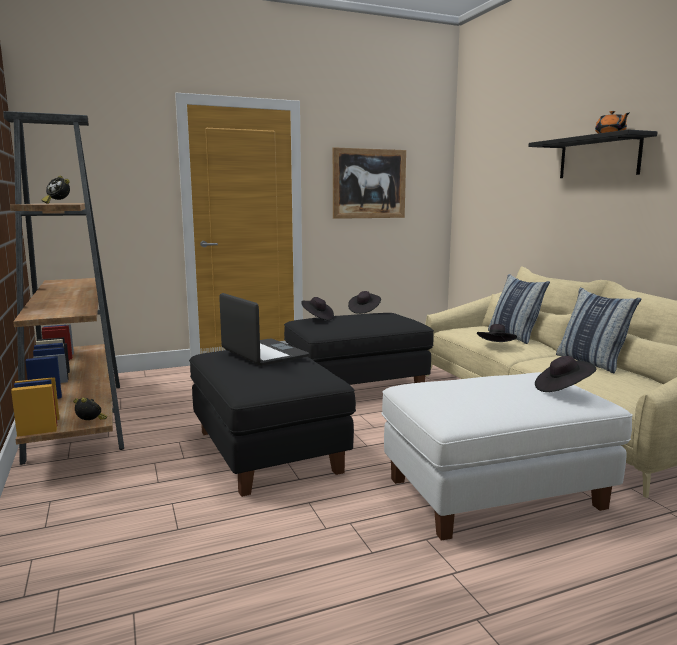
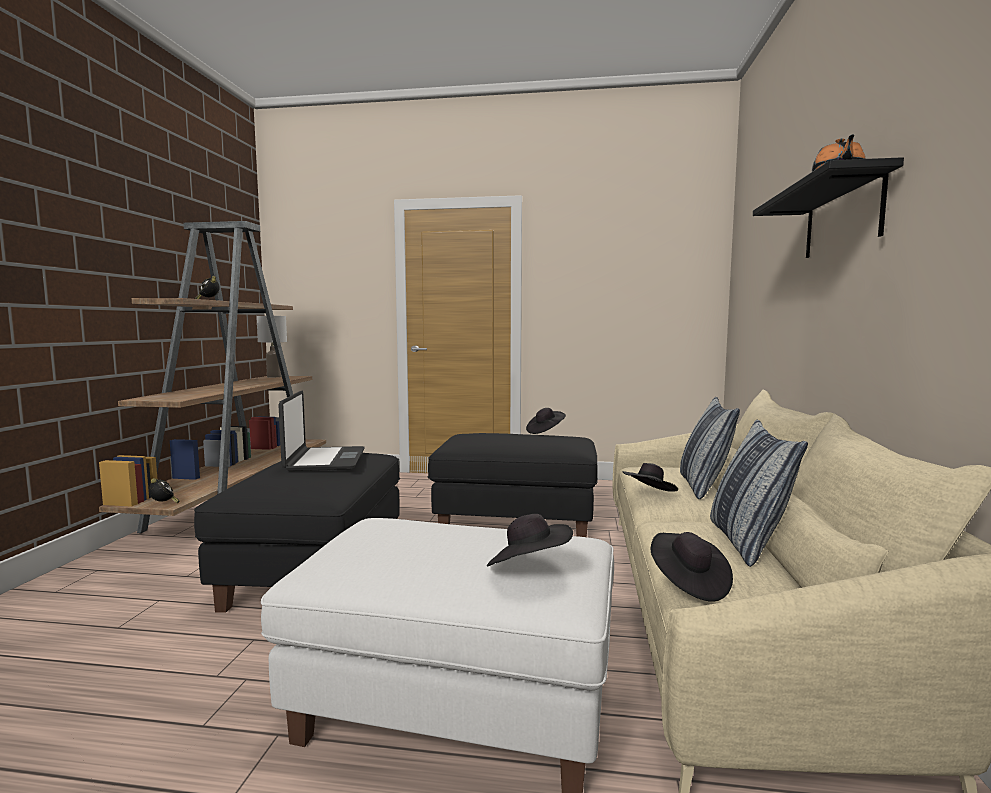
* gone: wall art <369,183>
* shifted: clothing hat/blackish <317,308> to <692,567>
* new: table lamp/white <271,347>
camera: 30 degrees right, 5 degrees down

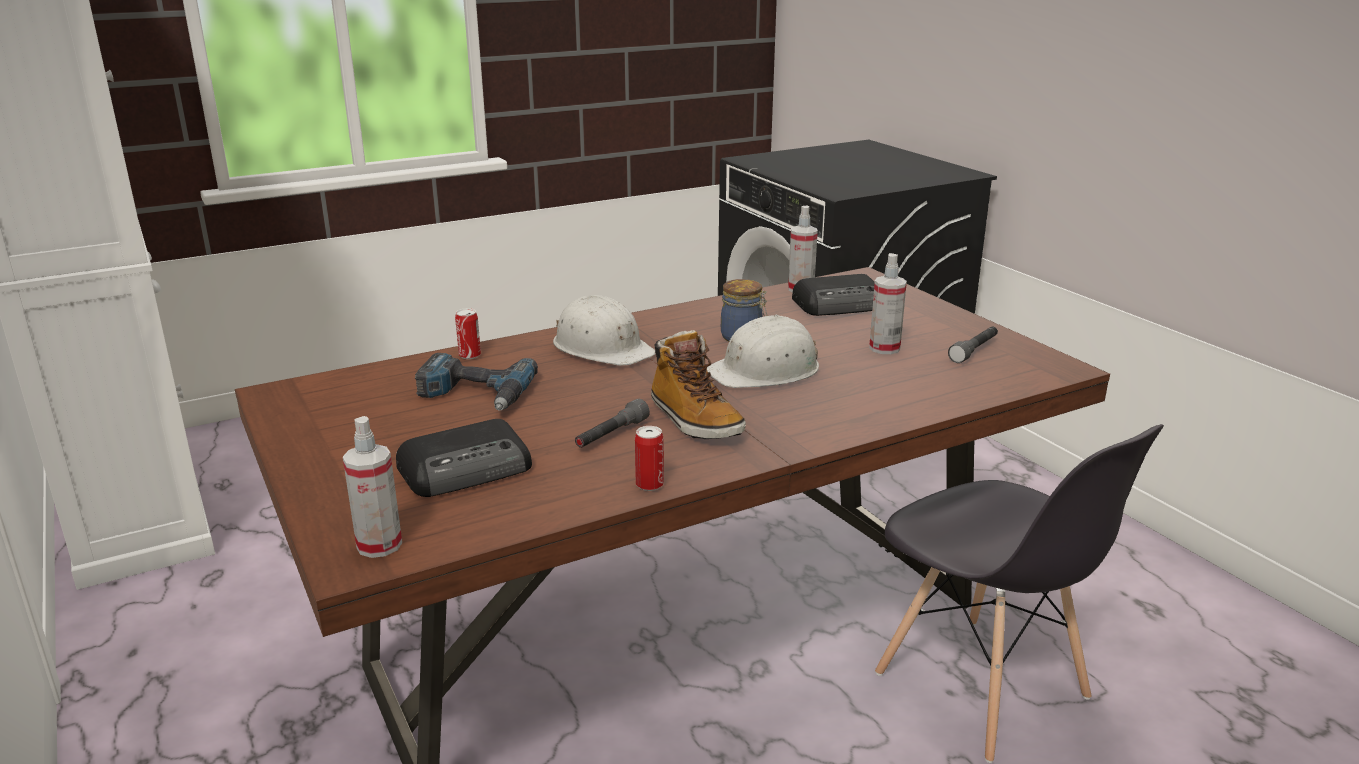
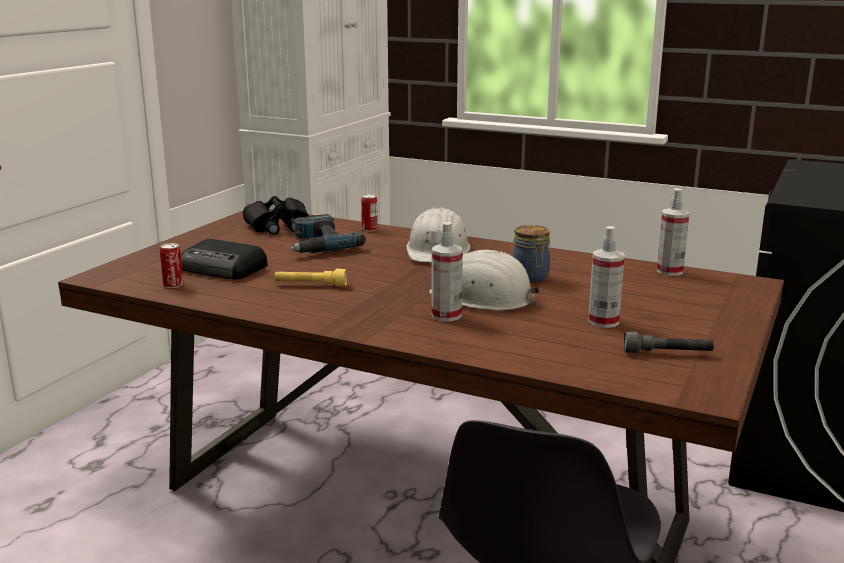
* gone: radio receiver <833,295>
* gone: boot <698,384>
* repainted: flashlight/grey <612,423> to flashlight/yellowish <311,277>
* shifted: hand sprayer <372,487> to <447,272>
* shifted: sealed can <649,458> to <171,265>
* new: field glasses/blackish <276,215>
camera: 55 degrees right, 5 degrees down

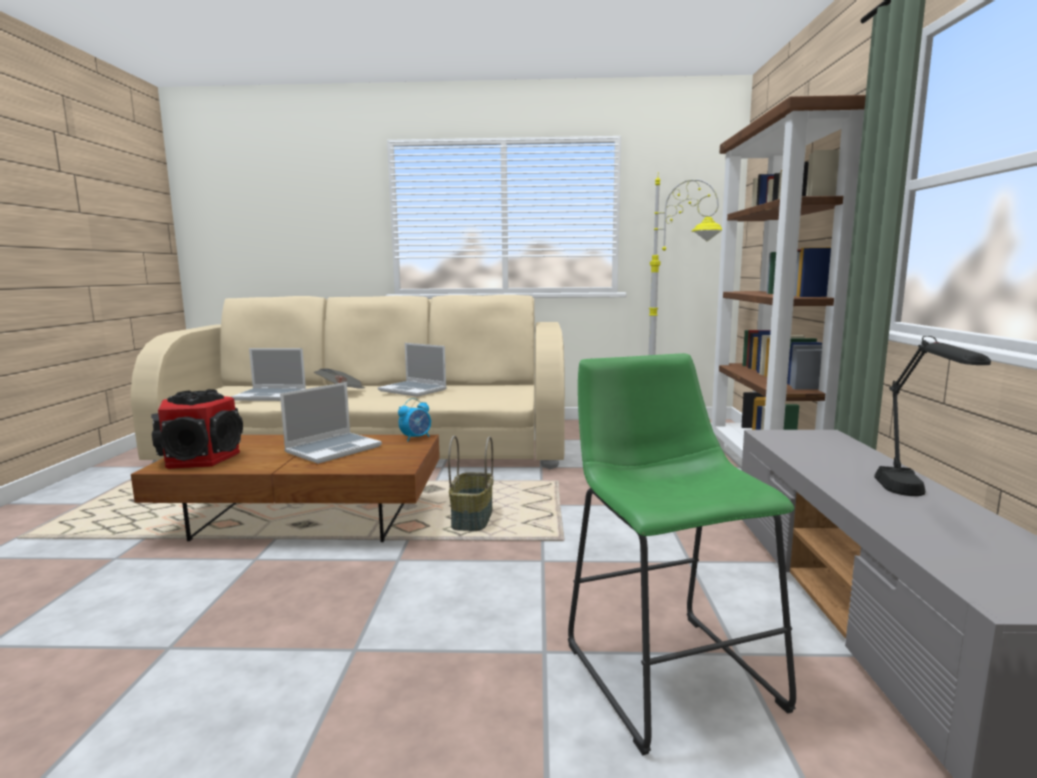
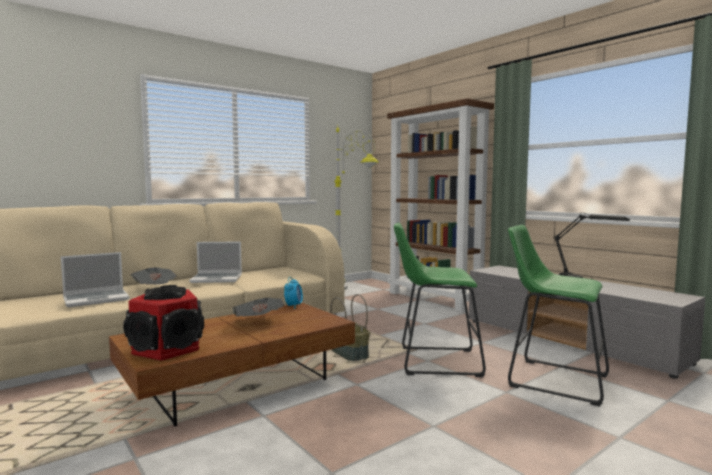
* swapped: notebook computer <331,423> to daily paper <258,307>
* new: sitting stool/greenish <440,299>
camera: 40 degrees left, 5 degrees down

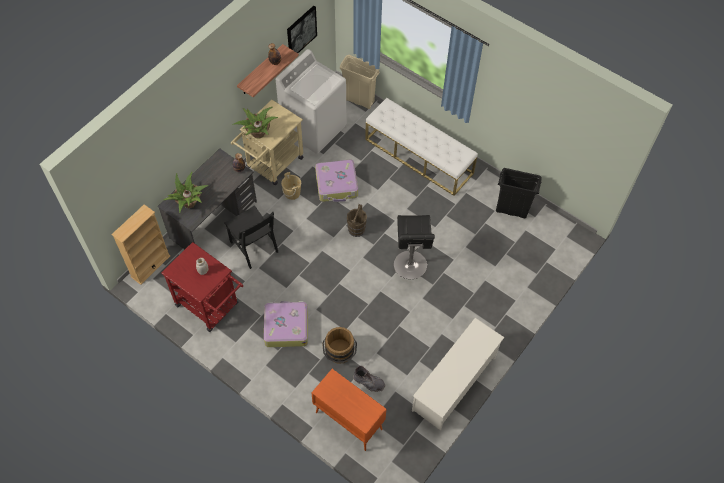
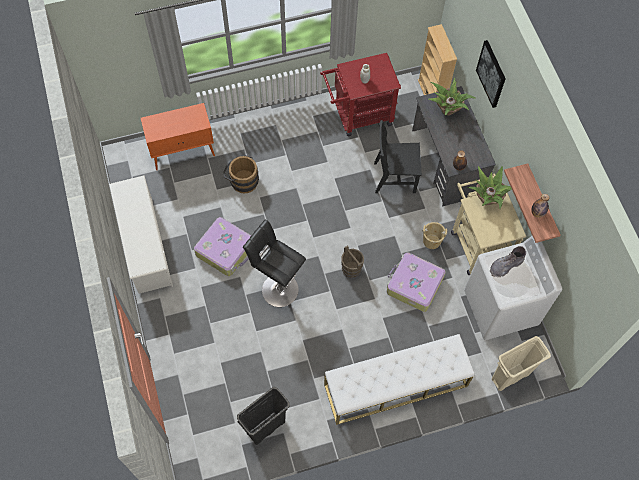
* shifted: wall art <302,29> to <491,74>
* shifted: travel case <286,324> to <222,246>
* shifted: boot/grey <369,379> to <508,261>
camera: 125 degrees right, 5 degrees up

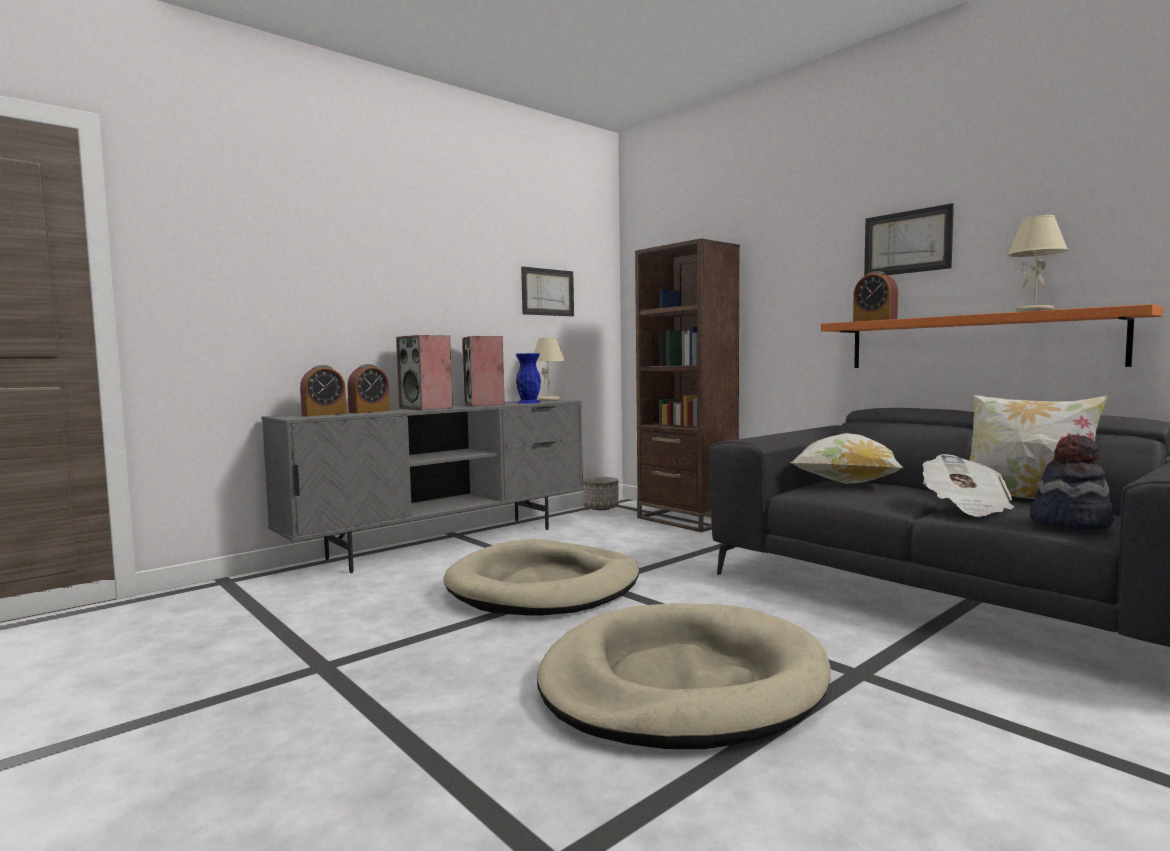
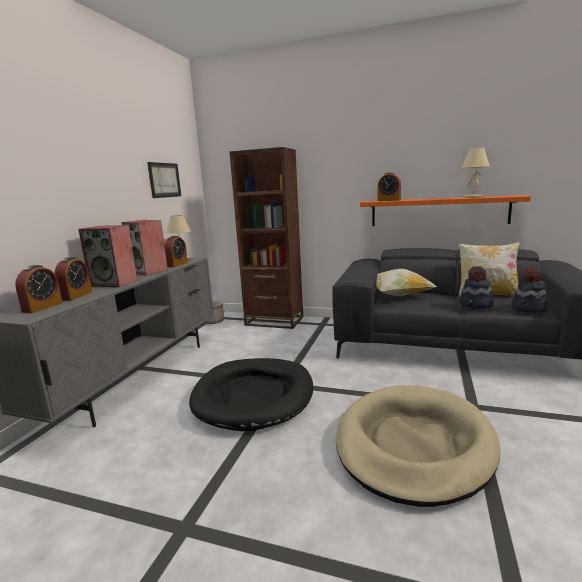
* gone: wall art <909,239>
* swapped: vase/blue <528,378> to alarm clock <176,251>
* swapped: daily paper <968,485> to clothing hat <476,287>
* repainted: dog cushion/beige <541,577> to dog cushion/blackish <251,394>
camera: 30 degrees left, 10 degrees up

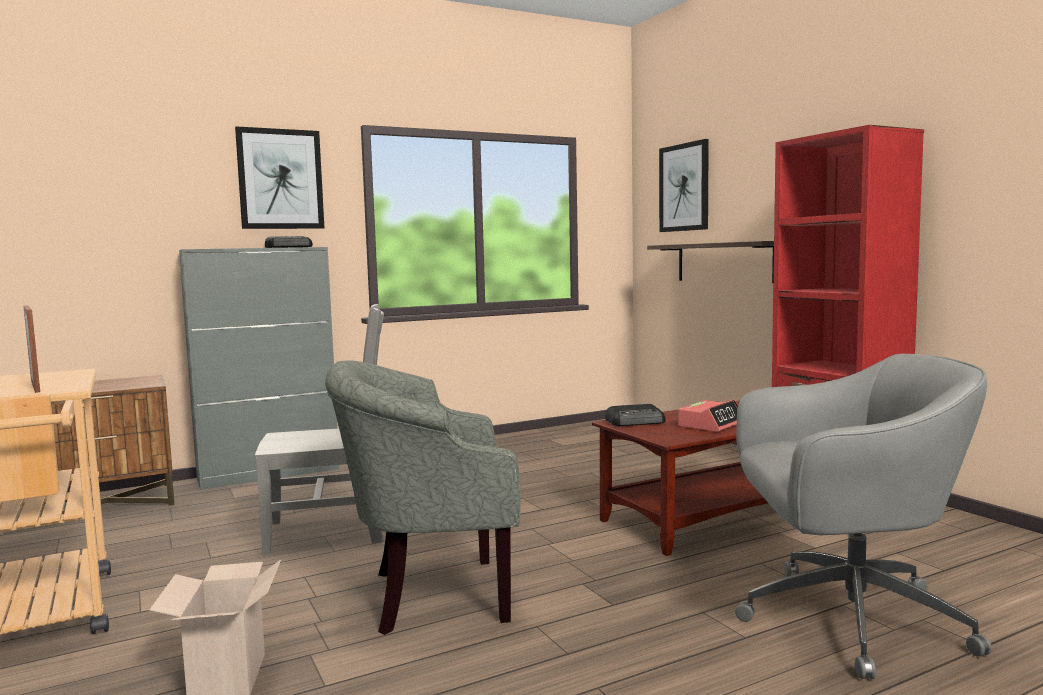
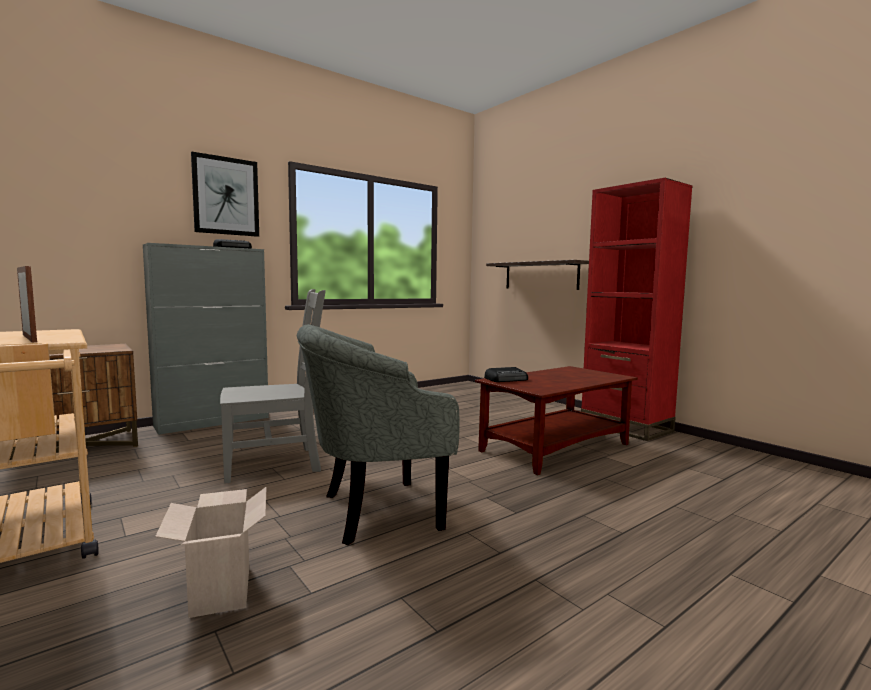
* gone: wall art <684,185>
* gone: desk chair/grey <863,516>
* gone: alarm clock <708,415>
camera: 10 degrees left, 0 degrees up

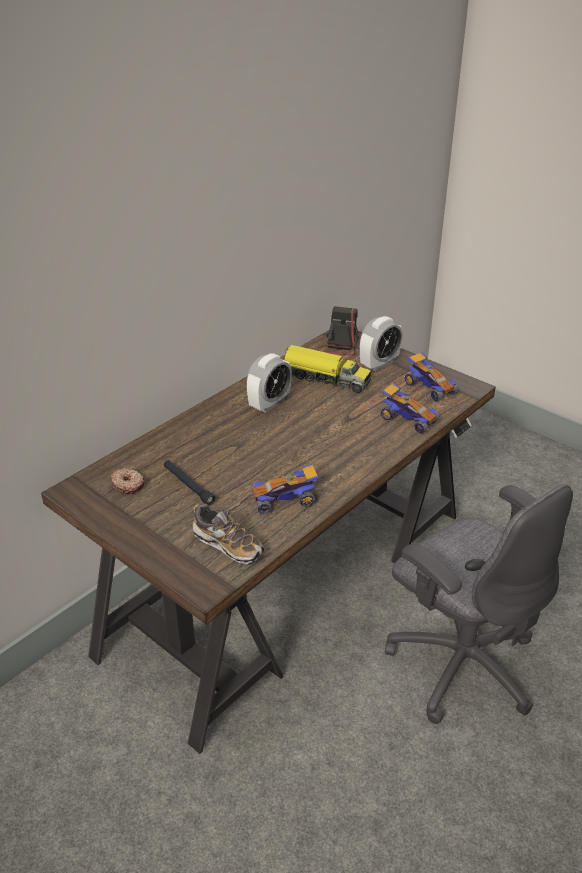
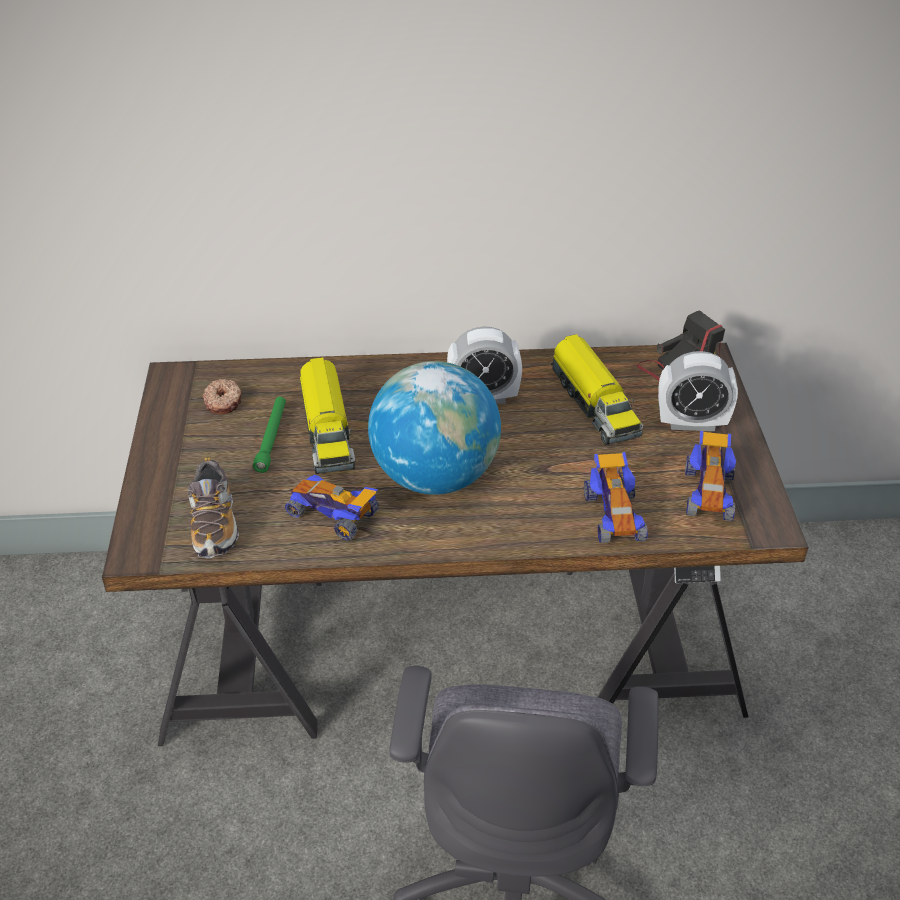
* repainted: flashlight/blackish <190,483> to flashlight/greenish <269,435>
* new: toy truck <328,415>
* new: globe <434,428>
camera: 45 degrees right, 5 degrees up

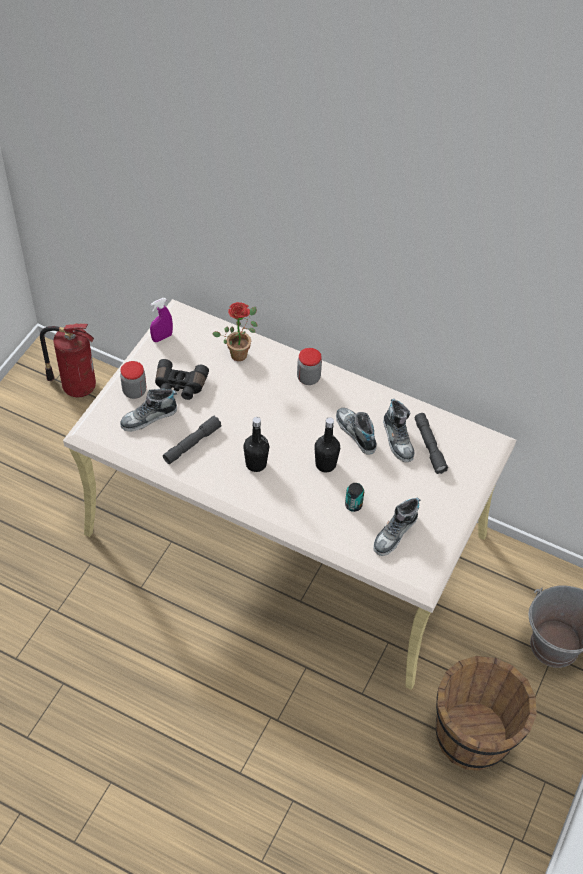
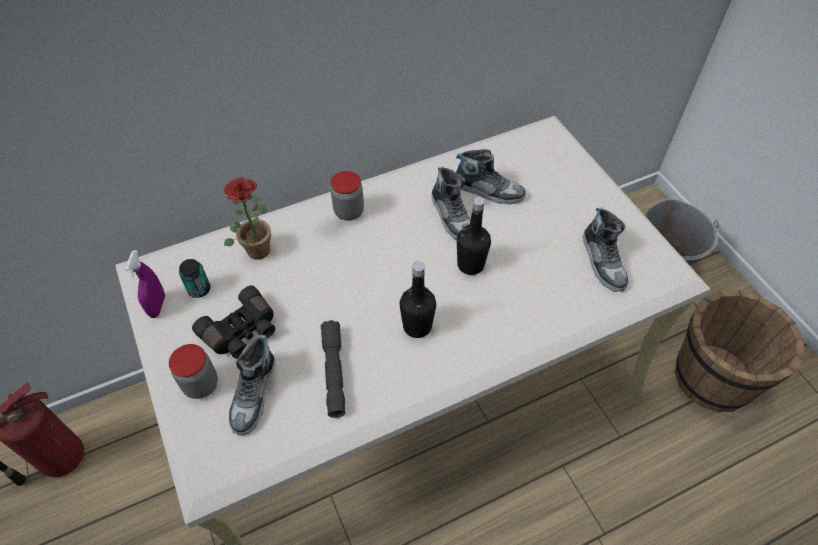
* rotated: shoe <356,431> = <451,203> 120 degrees counterclockwise
* gone: flashlight/grey <431,443>
* shifted: sealed can <354,497> to <194,278>
camera: 50 degrees left, 0 degrees up

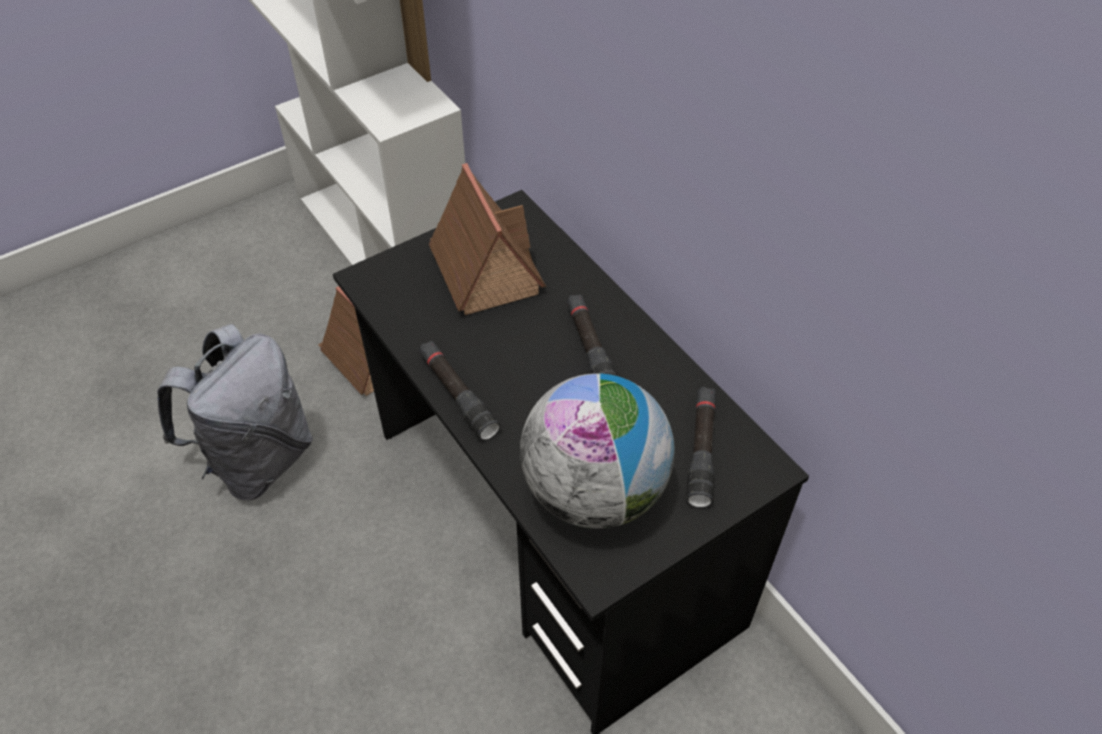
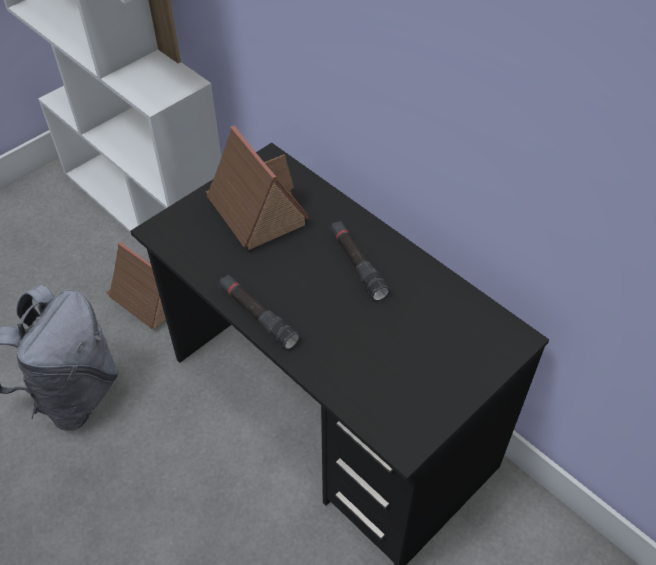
* gone: globe <597,451>
* gone: flashlight/blackish <701,447>
camera: 10 degrees left, 0 degrees up

